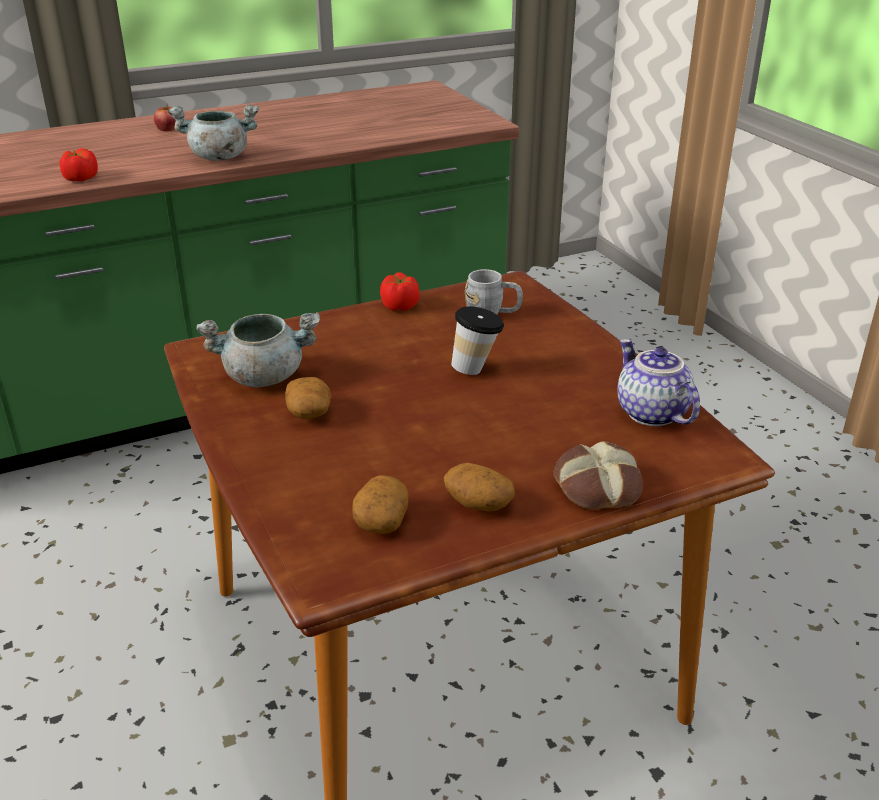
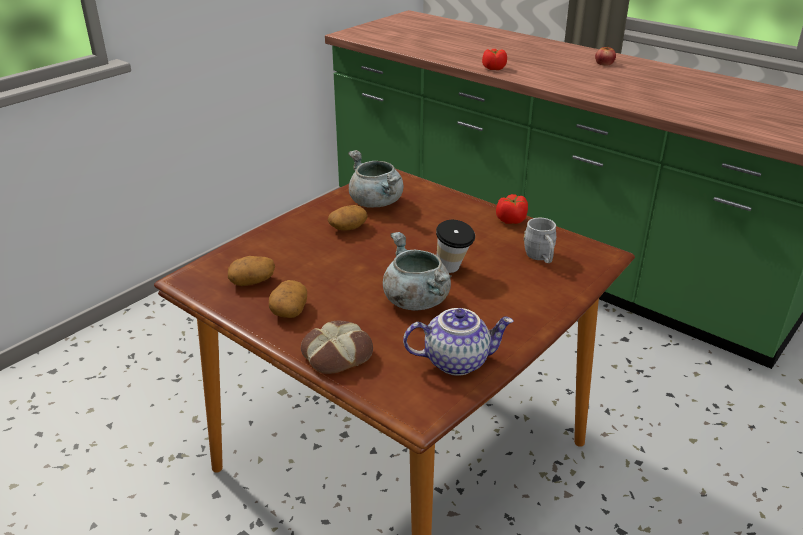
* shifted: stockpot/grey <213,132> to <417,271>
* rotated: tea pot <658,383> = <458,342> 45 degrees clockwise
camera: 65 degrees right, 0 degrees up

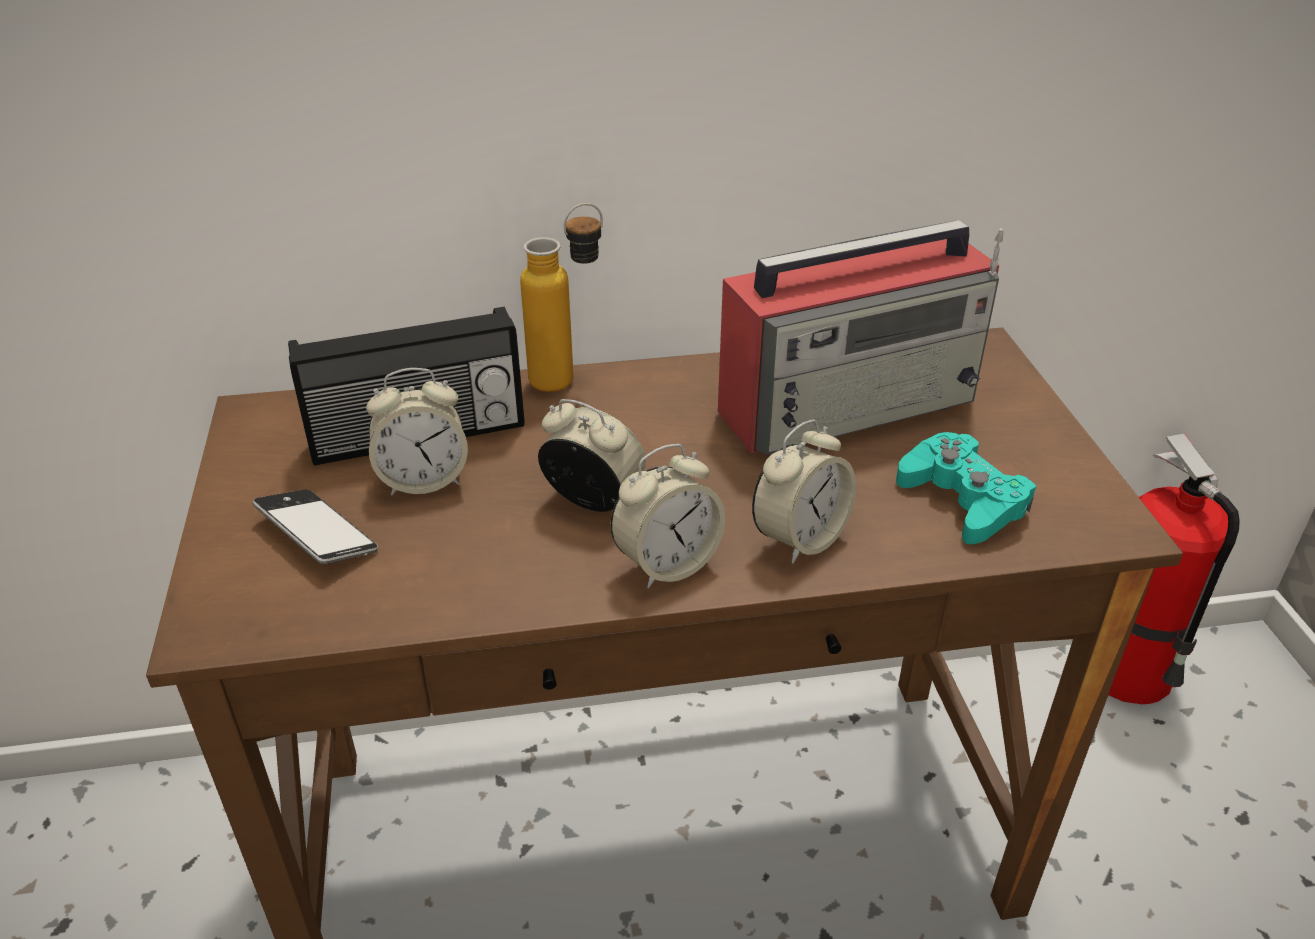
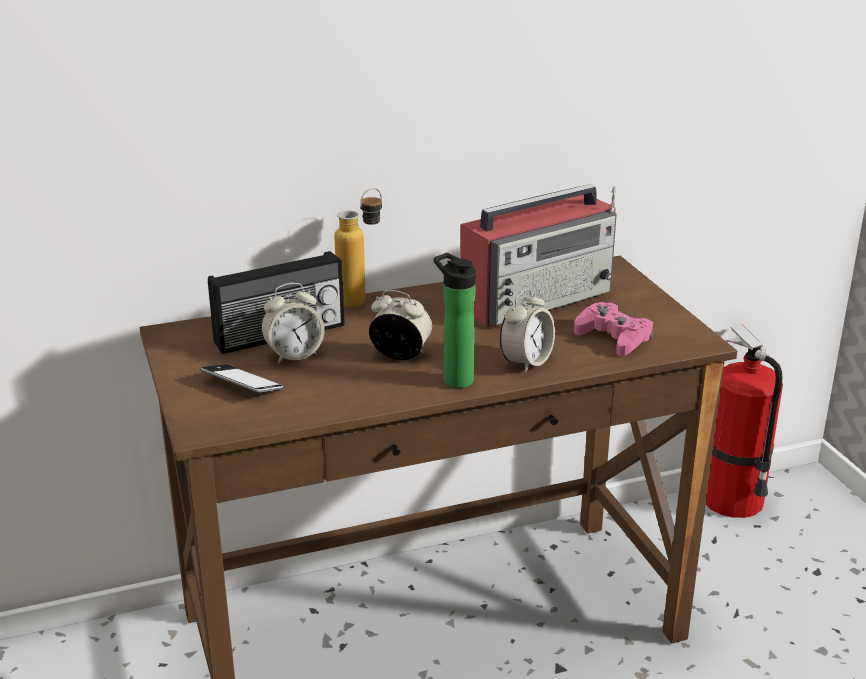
* repainted: joypad/blue-green <966,488> to joypad/pink <613,329>
* swapped: alarm clock <667,516> to beverage bottle <454,320>
camera: 10 degrees left, 10 degrees down

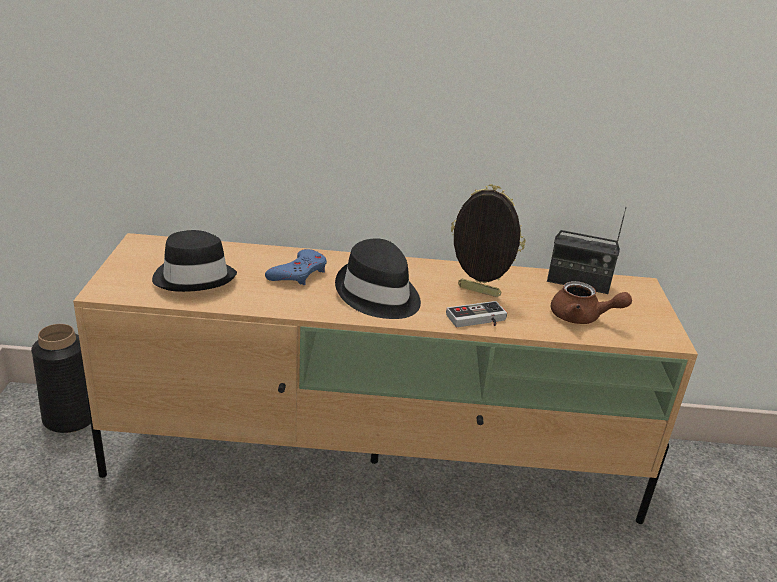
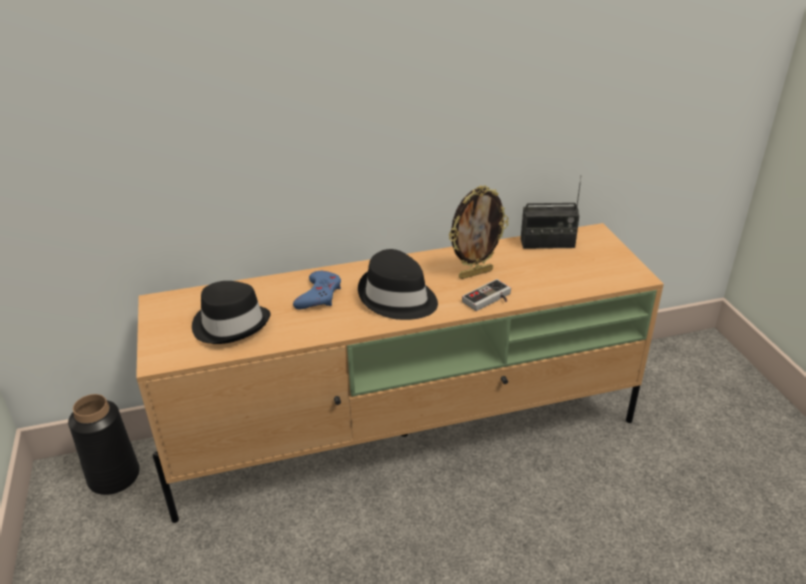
* rotated: photo frame <488,240> = <479,232> 150 degrees clockwise
* gone: tea pot/brown <591,302>
camera: 15 degrees left, 5 degrees up

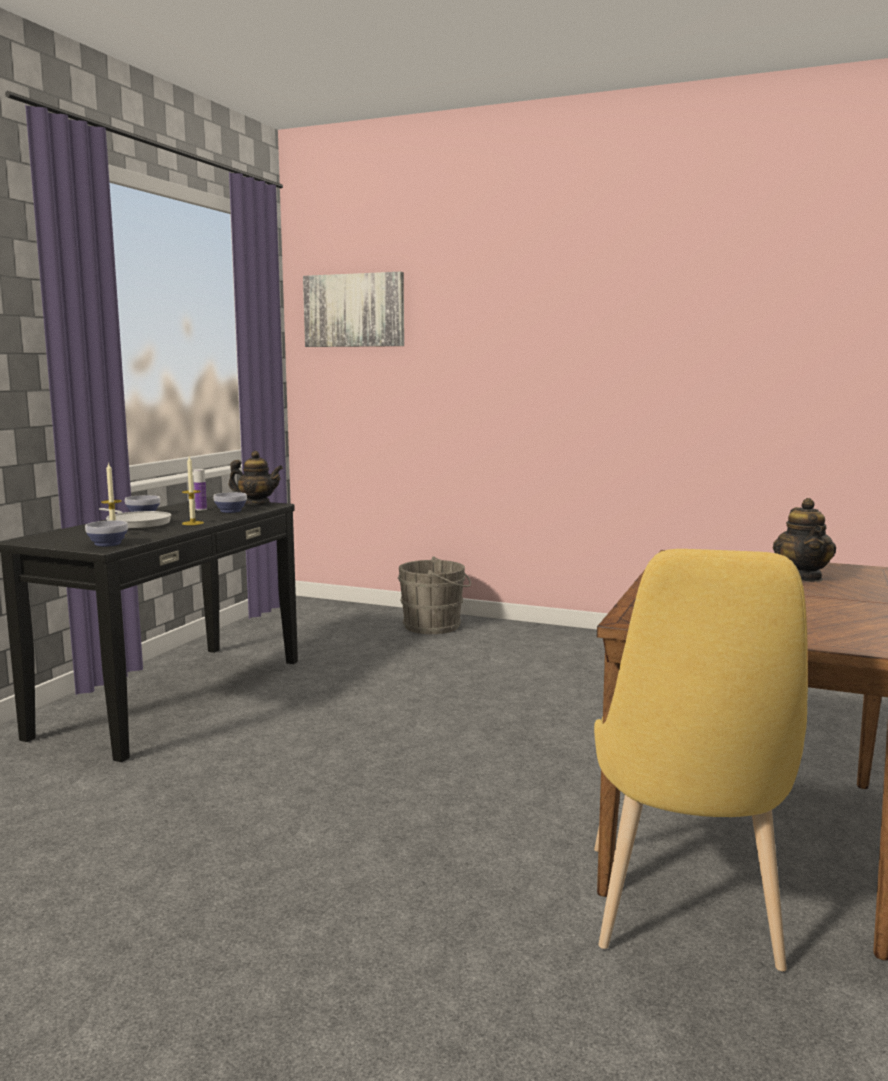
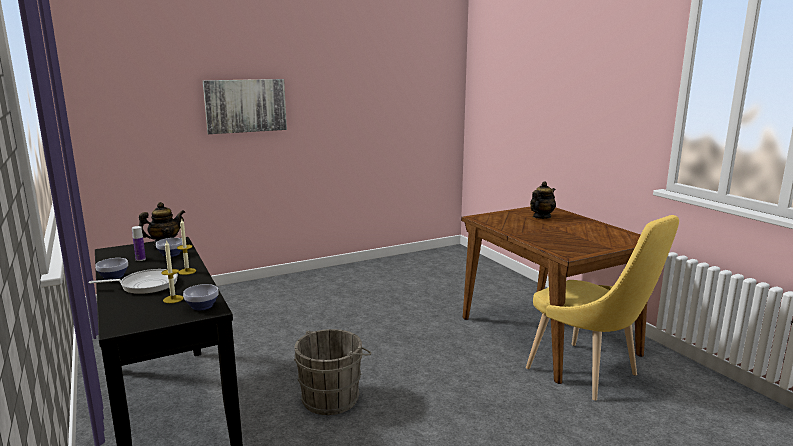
* shifted: wall art <353,309> to <245,106>
* rotated: tea pot <804,540> = <543,200> 90 degrees counterclockwise
* shifted: water bucket/grey <434,595> to <333,372>
camera: 50 degrees left, 5 degrees up

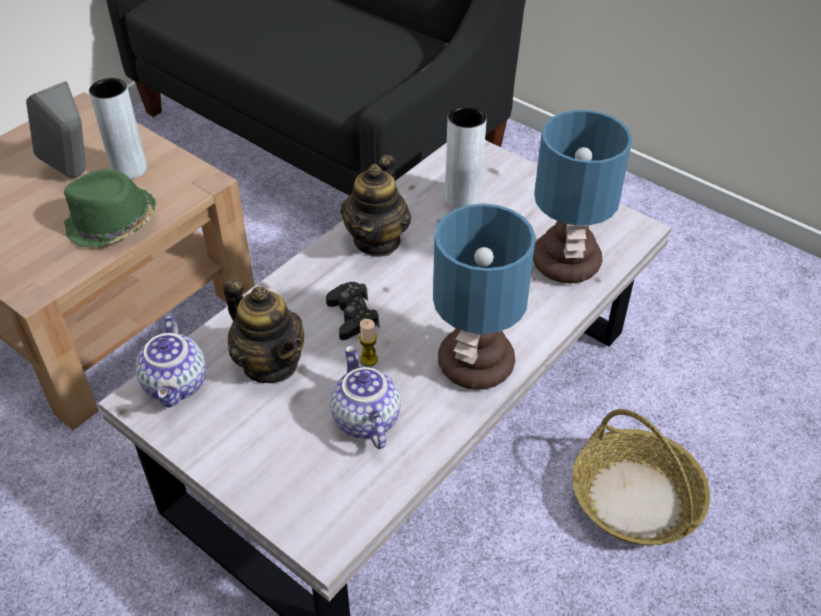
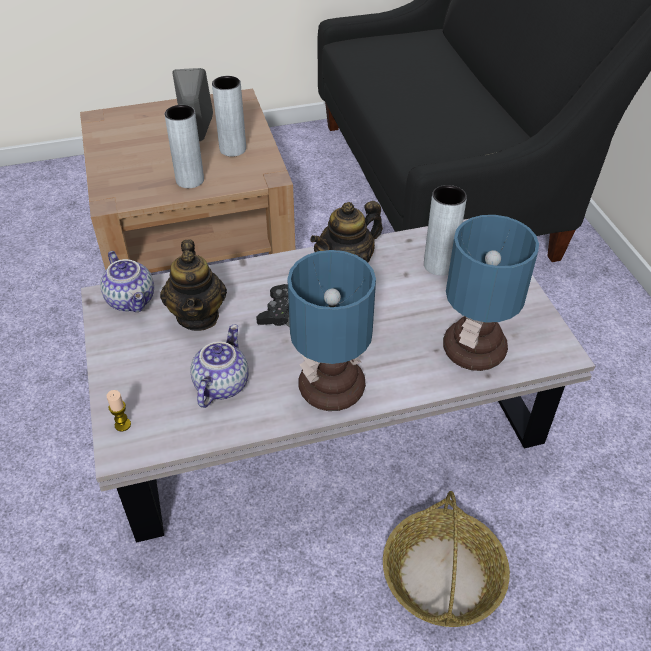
* swapped: clothing hat/greenish <110,208> to vase/grey <184,146>
* rotated: tea pot <171,362> = <127,281> 60 degrees counterclockwise
* shifted: wax candle <368,342> to <119,411>
camera: 35 degrees right, 0 degrees up

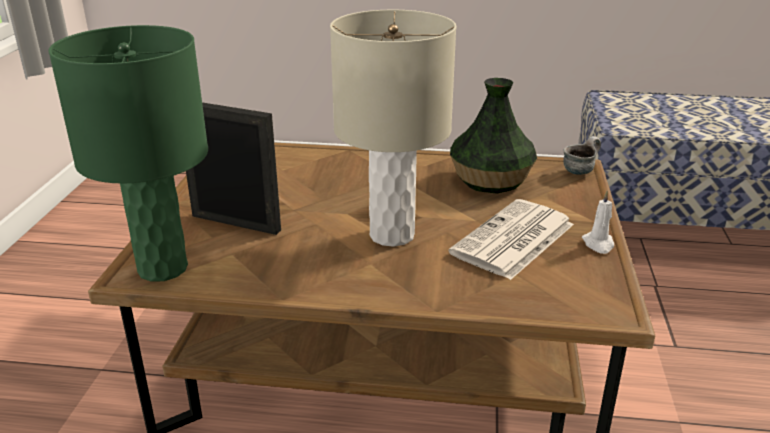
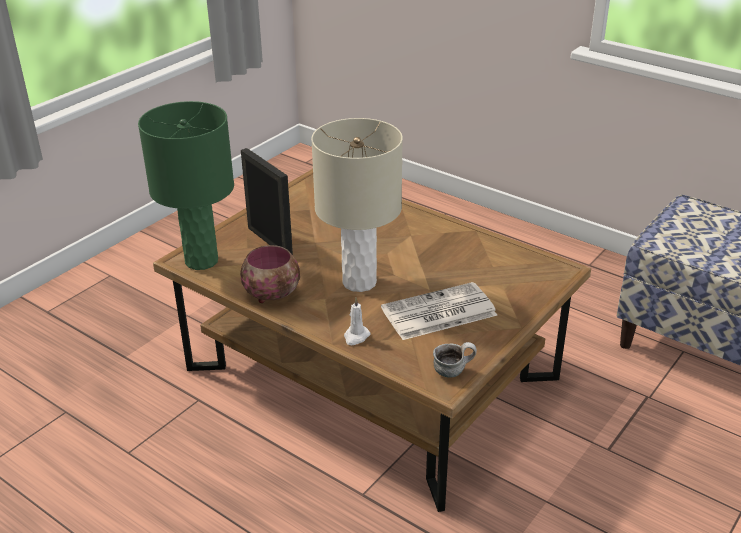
* gone: vase <493,135>
* shifted: mug <582,155> to <455,360>
* shifted: wax candle/white <598,222> to <357,321>
* new: bowl <270,274>
camera: 30 degrees right, 5 degrees up

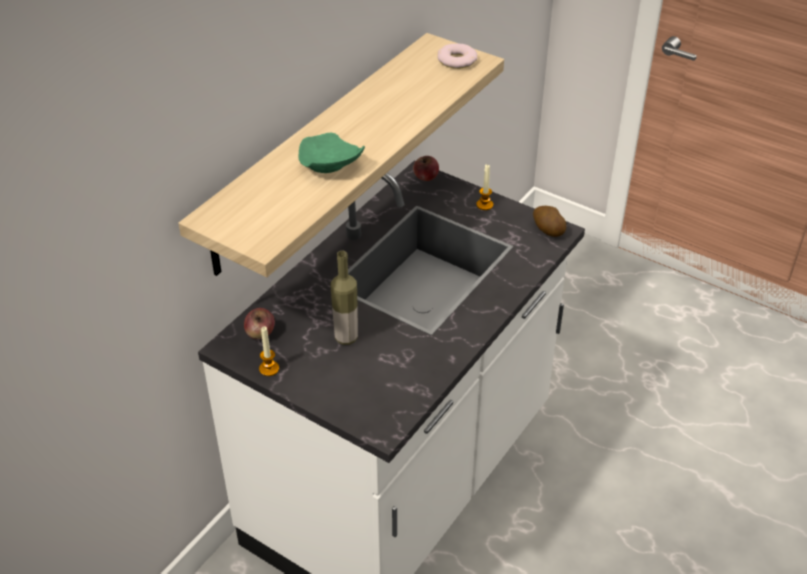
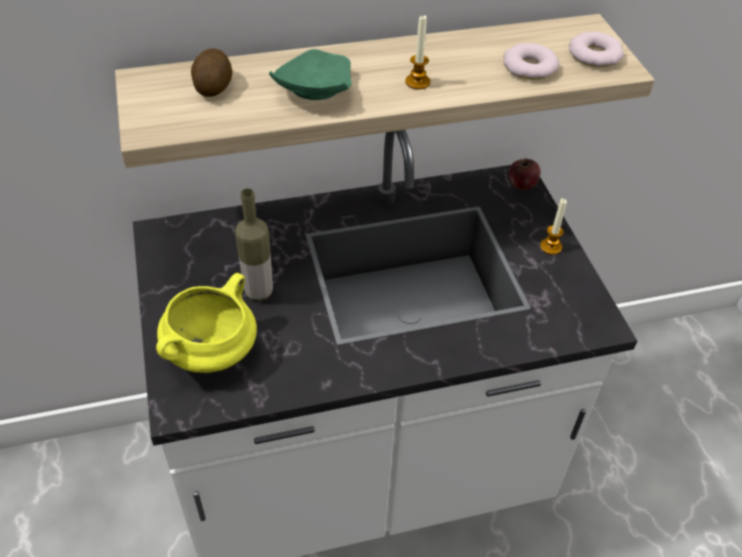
* shifted: whole potato <549,221> to <211,72>
* gone: whole apple <259,323>
* shifted: wax candle <269,351> to <417,52>
* new: doughnut <531,61>
* new: stockpot/yellowish <206,323>
camera: 40 degrees right, 5 degrees up

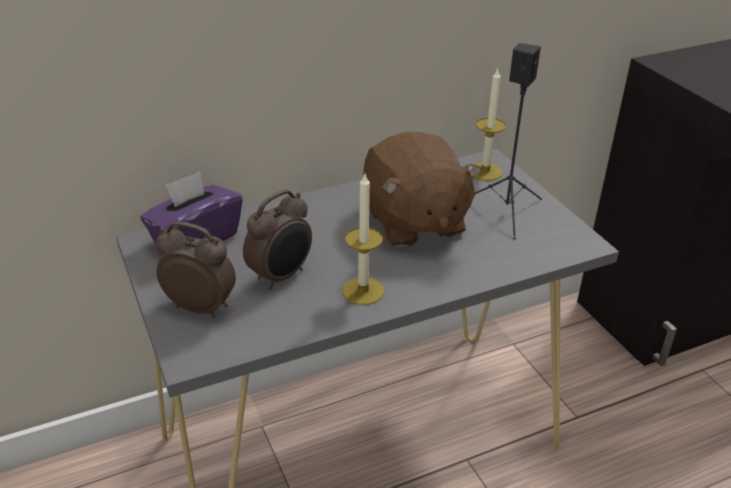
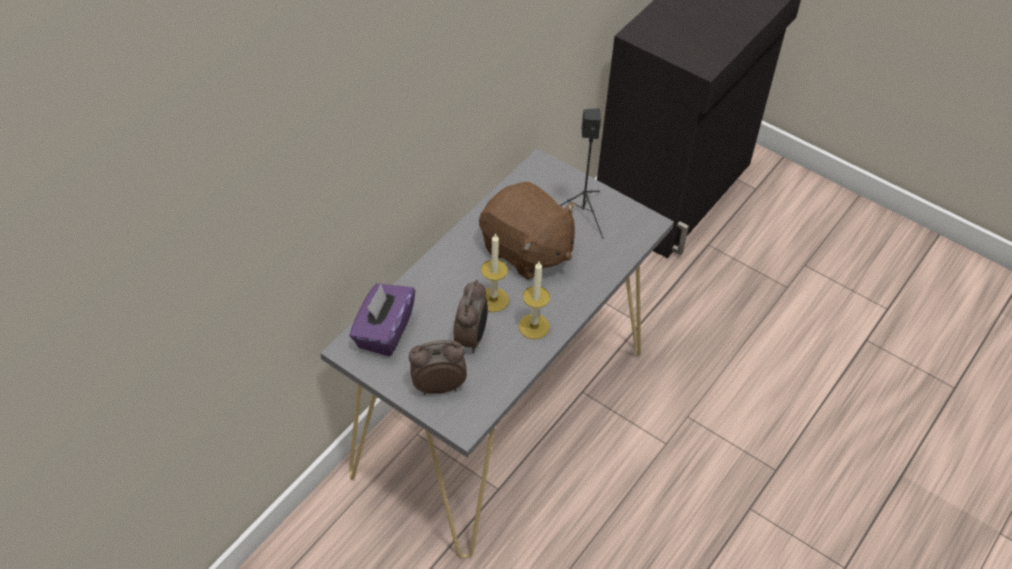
* shifted: wax candle <490,124> to <495,272>
camera: 30 degrees left, 15 degrees up

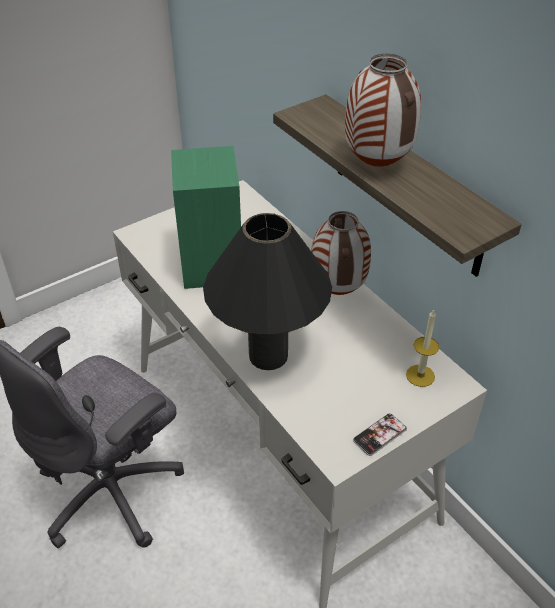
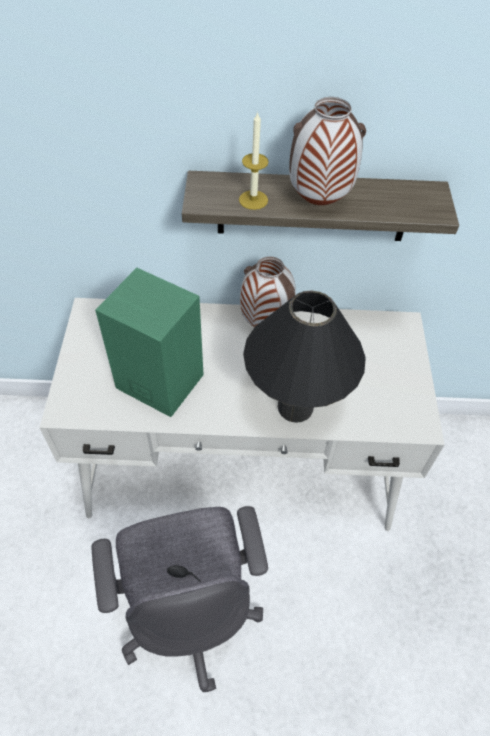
* shifted: wax candle <422,348> to <254,160>
* gone: telephone <380,434>
camera: 55 degrees left, 10 degrees up

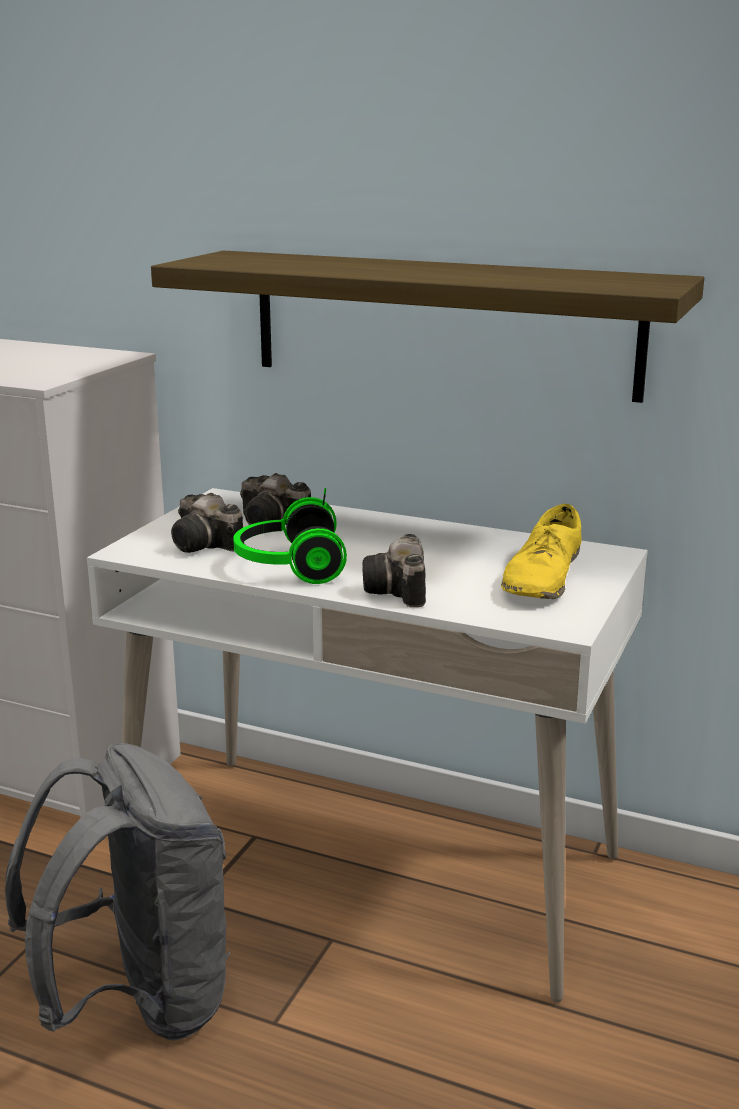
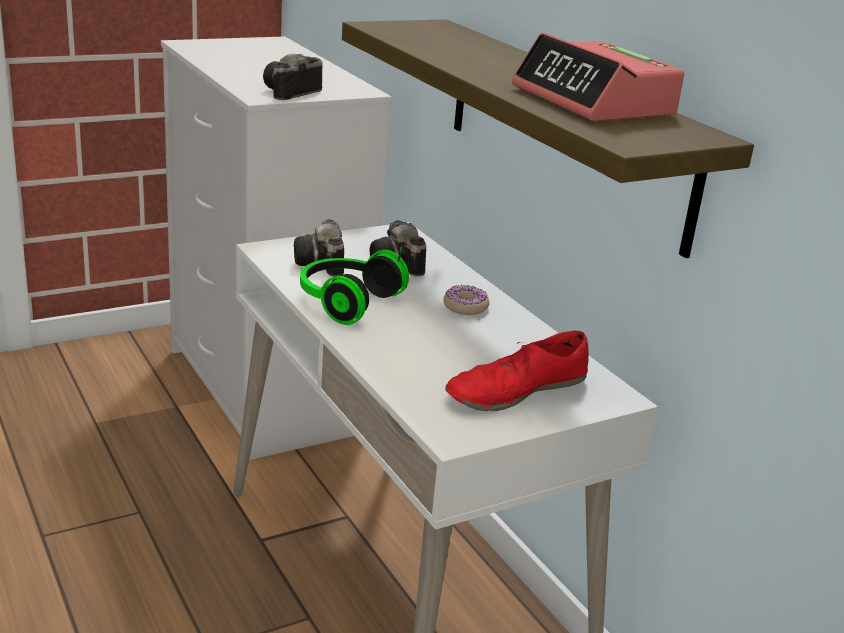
* repainted: shoe/yellowish <541,551> to shoe/red <517,371>
* shifted: photo camera <394,570> to <293,77>
* gone: backpack/grey <118,892>
* new: alarm clock <598,77>
* new: doughnut <466,300>
camera: 35 degrees right, 5 degrees up

